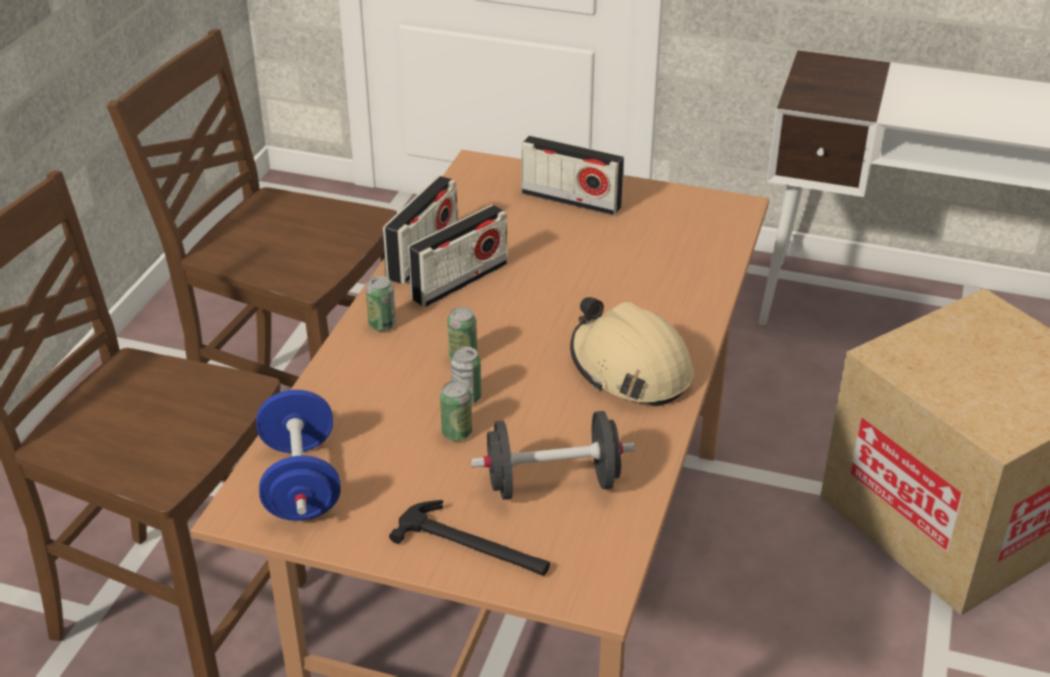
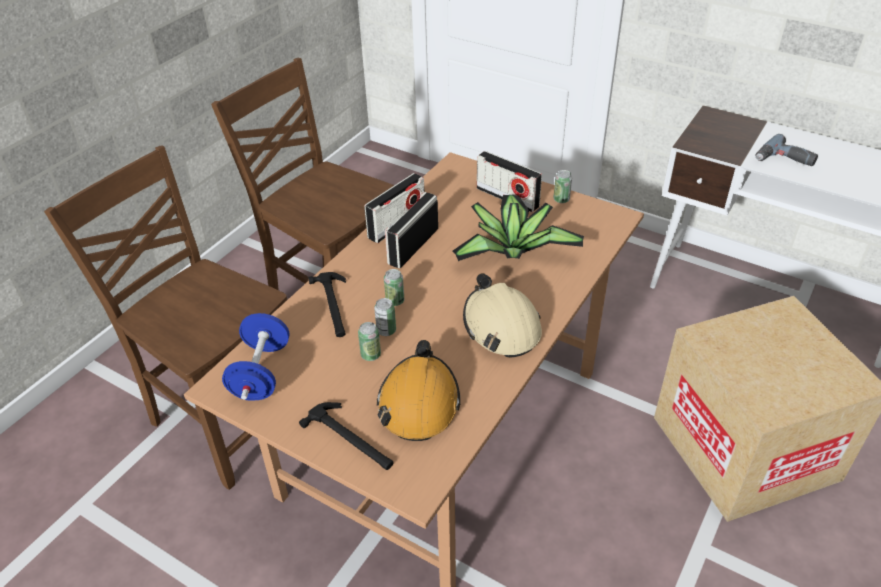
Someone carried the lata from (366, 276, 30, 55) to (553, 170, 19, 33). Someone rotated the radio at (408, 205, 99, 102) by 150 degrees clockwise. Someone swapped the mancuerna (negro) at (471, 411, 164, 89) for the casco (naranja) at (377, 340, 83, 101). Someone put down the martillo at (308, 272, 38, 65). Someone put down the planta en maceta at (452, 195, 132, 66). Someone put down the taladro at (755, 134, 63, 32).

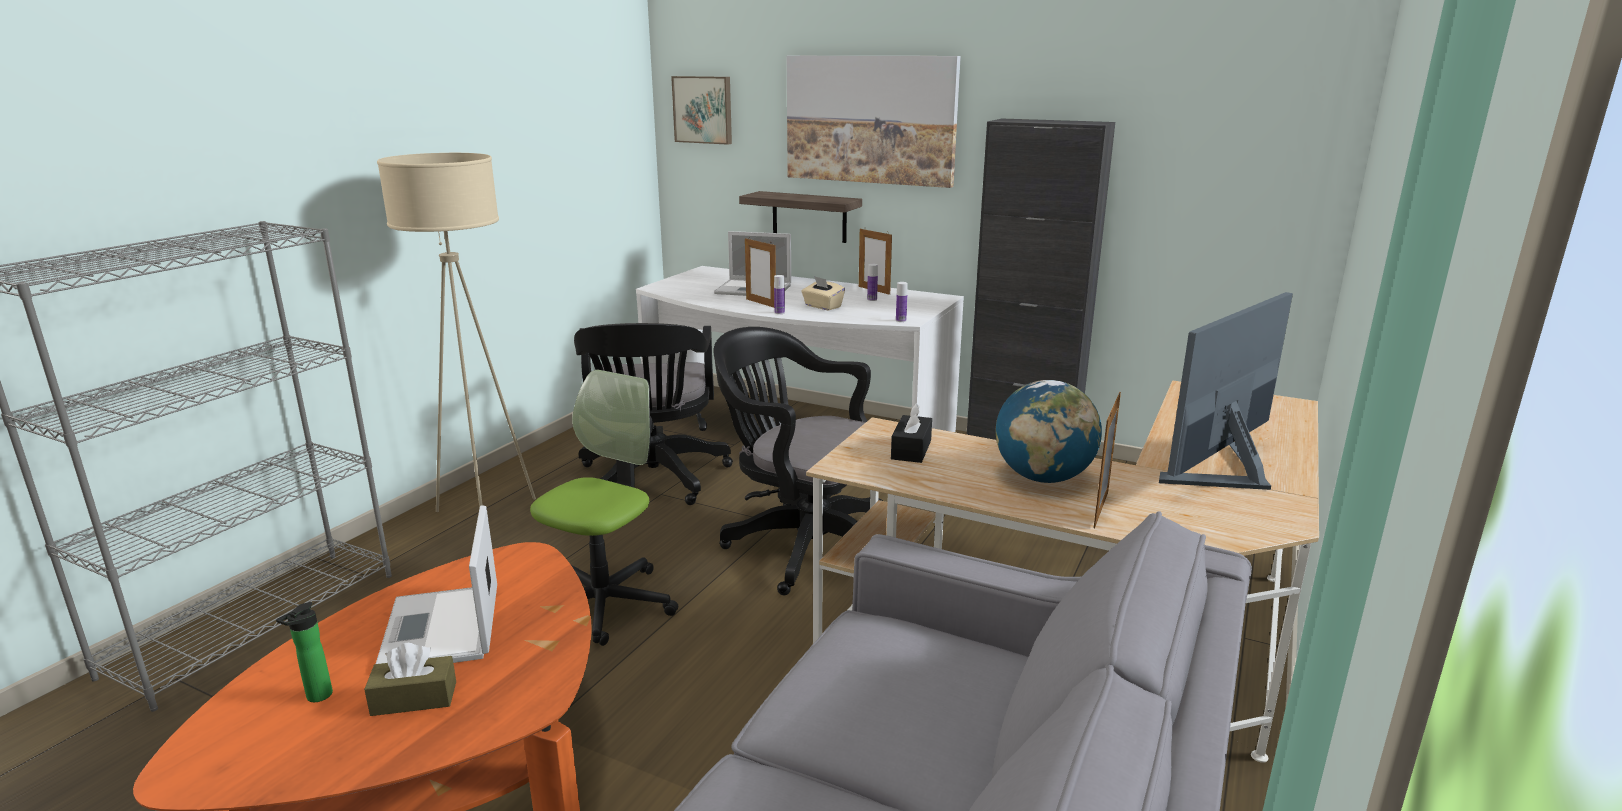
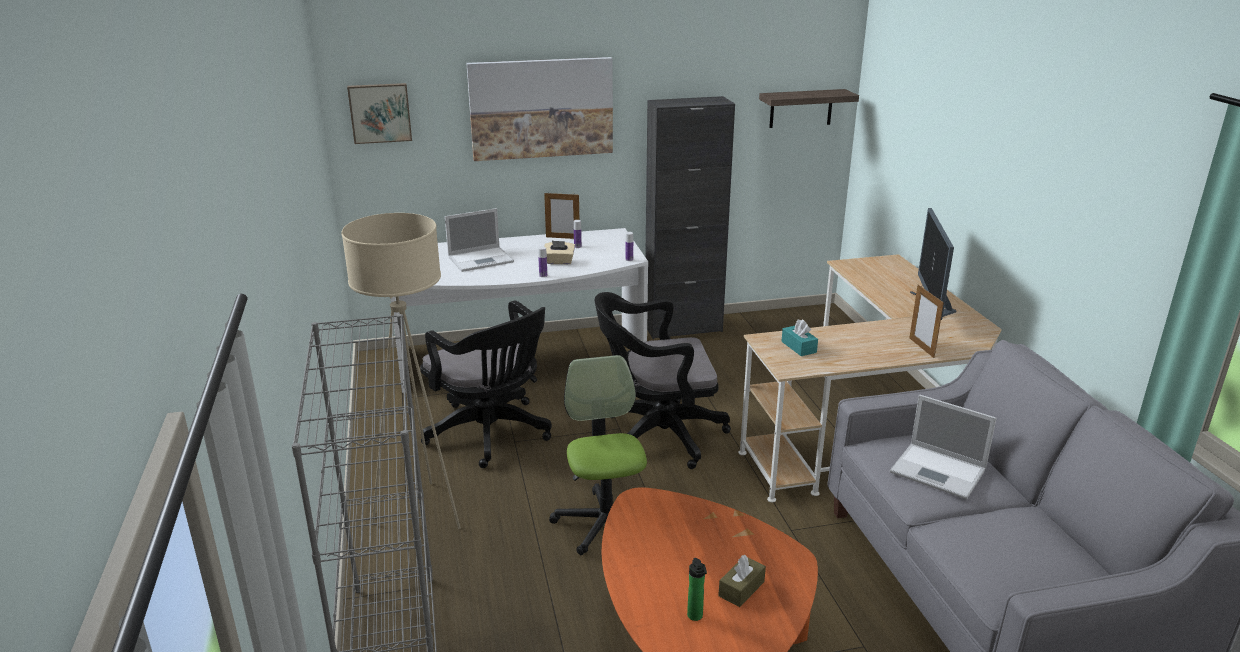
Someone carried the portátil from (376, 505, 121, 159) to (890, 395, 107, 104). Someone carried the estante from (739, 191, 123, 52) to (759, 89, 100, 39). Someone took away the portarretratos at (745, 238, 31, 69). Someone repainted the caja de pañuelos (negro) at (891, 404, 41, 59), which became the caja de pañuelos (turquesa) at (781, 319, 37, 37). Someone took away the globo terráqueo at (996, 380, 106, 103).

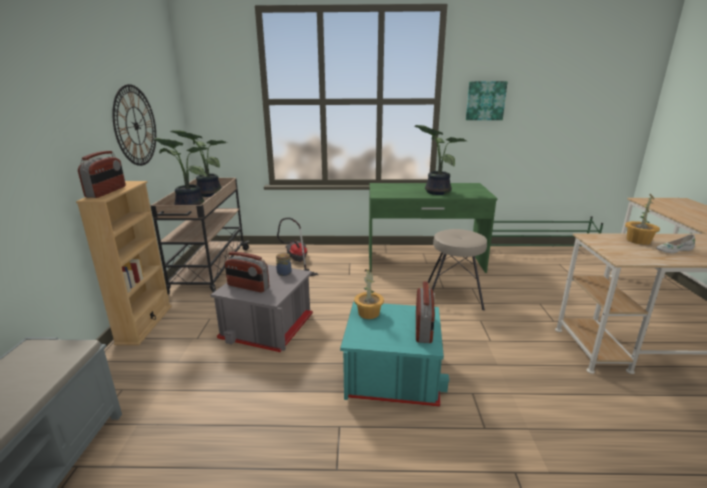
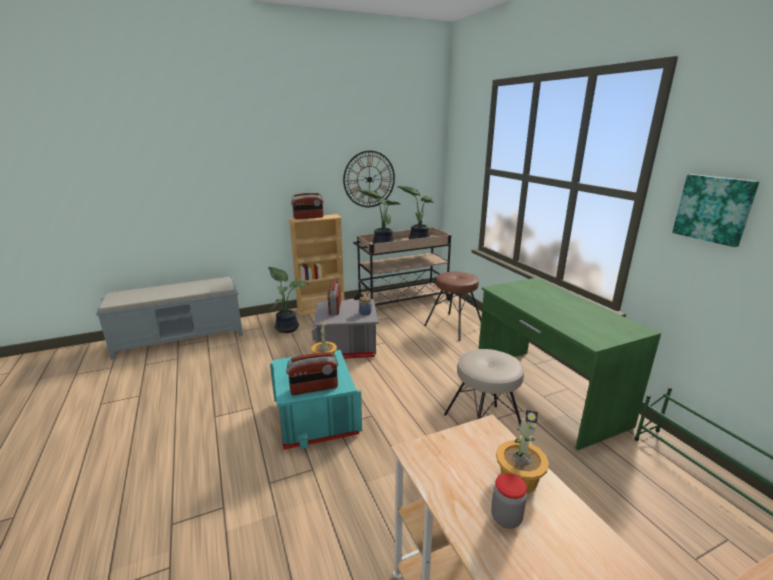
Someone swapped the aspiradora at (277, 218, 41, 58) for the taburete (marrón) at (424, 272, 57, 69). Someone carried the planta en maceta from (414, 125, 52, 70) to (268, 267, 41, 66). Someone swapped the zapato (blanco) at (656, 234, 39, 19) for the tarro at (491, 473, 36, 56).

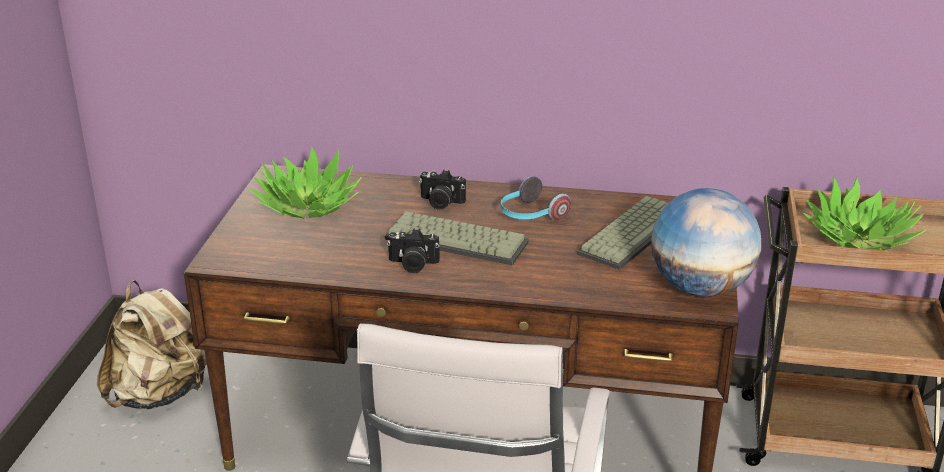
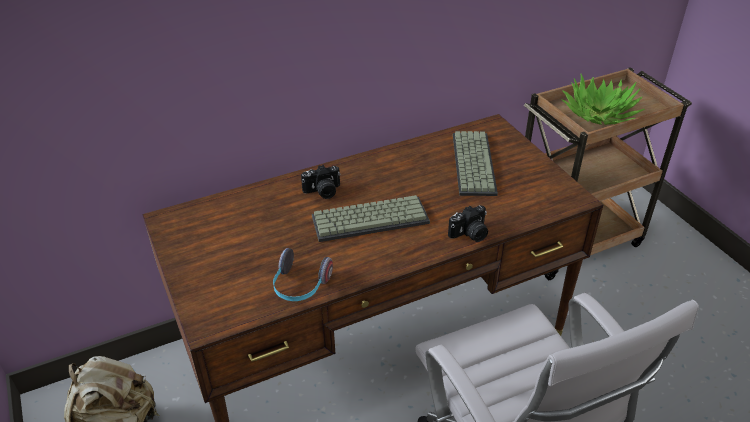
Someone took away the planta en maceta at (248, 146, 114, 72). Someone carried the cámara from (387, 229, 53, 44) to (448, 205, 40, 37). Someone carried the auriculares from (501, 176, 70, 44) to (273, 248, 60, 53). Someone took away the globo terráqueo at (651, 188, 110, 109).

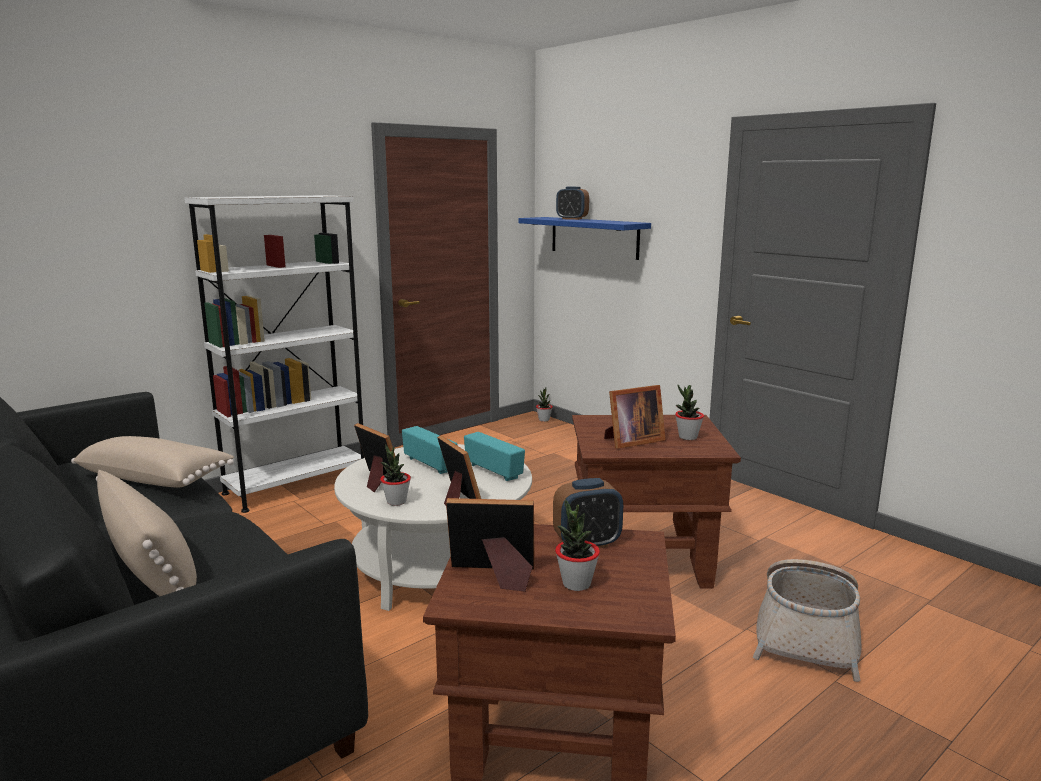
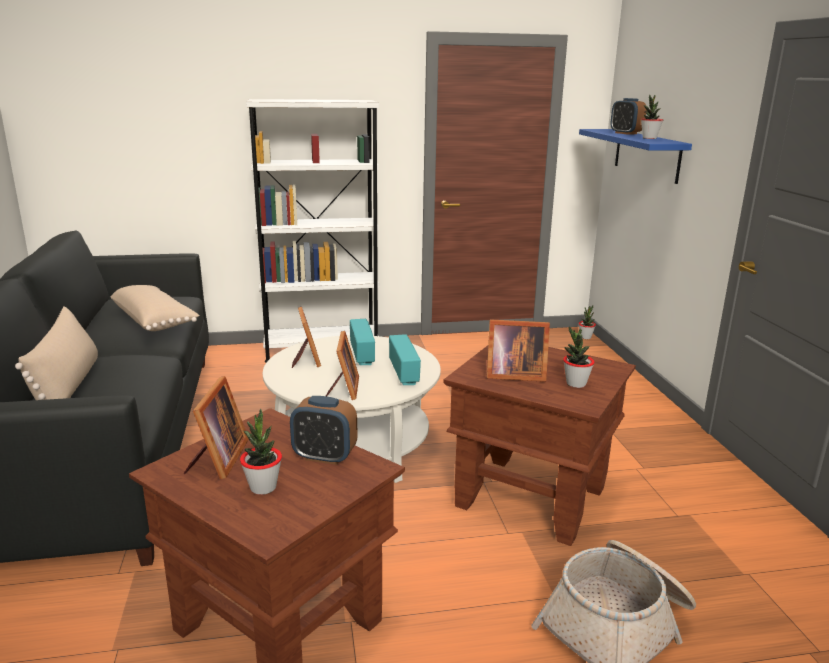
Someone carried the planta en maceta from (380, 444, 31, 62) to (641, 95, 22, 44). Someone rotated the portarretratos at (446, 498, 89, 94) by 60 degrees clockwise.

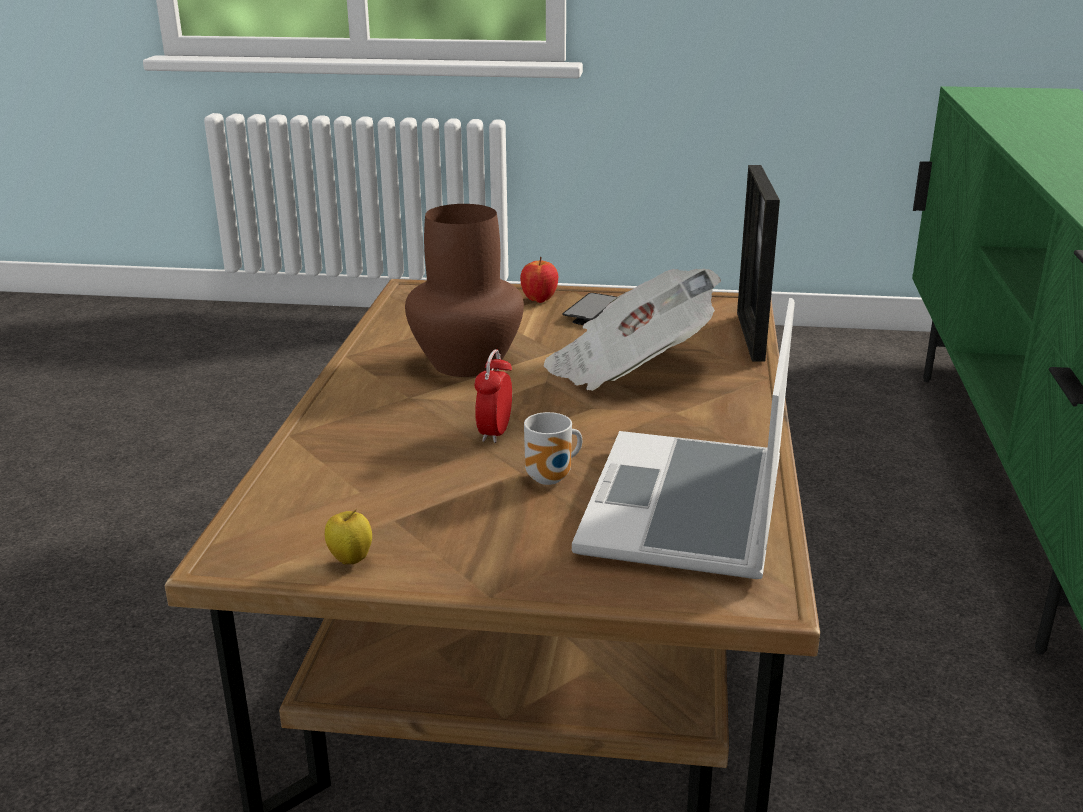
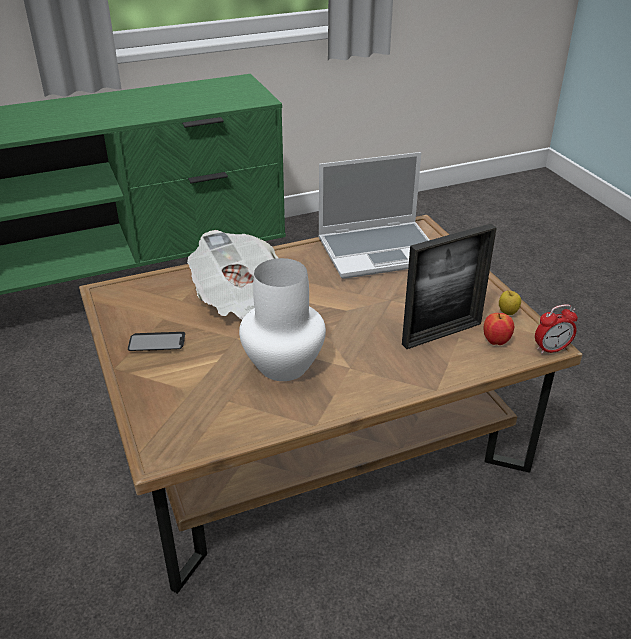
Someone repainted the florero (marrón) at (405, 204, 119, 173), which became the florero (blanco) at (239, 258, 87, 123). Someone carried the despertador from (474, 349, 38, 94) to (535, 304, 43, 50). Someone carried the manzana from (520, 257, 38, 46) to (484, 313, 30, 32). Someone took away the taza grande at (524, 412, 58, 73). Someone carried the portarretratos from (737, 165, 43, 197) to (402, 223, 95, 126).

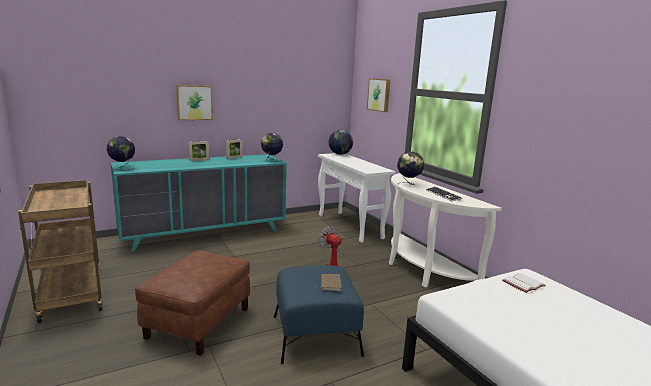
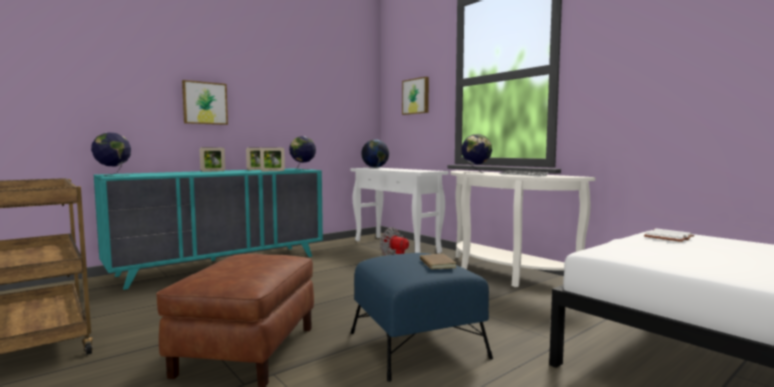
Someone put down the portarretratos at (260, 147, 25, 24).

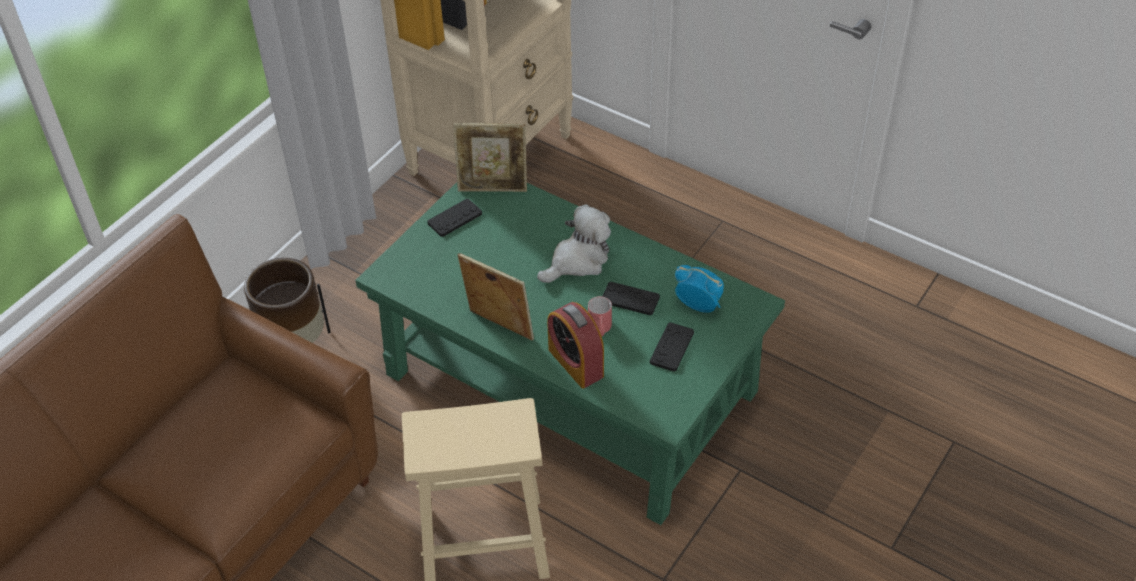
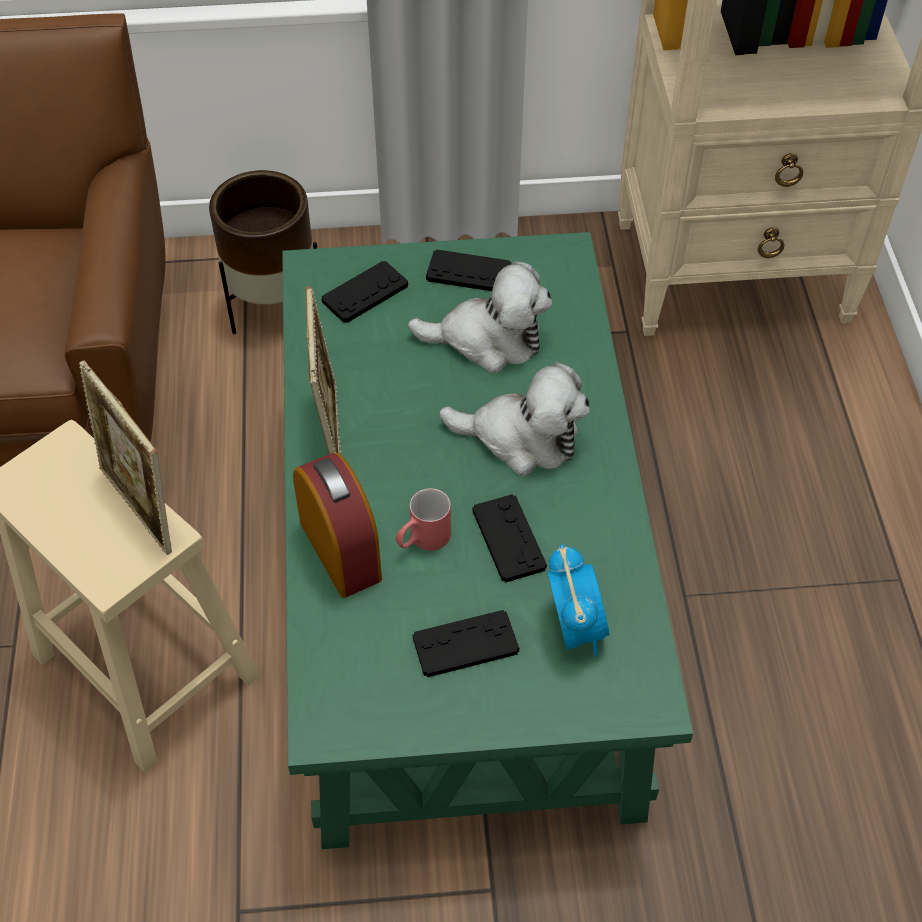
Someone carried the portarretratos from (453, 123, 74, 69) to (79, 361, 93, 194). Someone rotated the despertador at (547, 302, 57, 87) by 135 degrees clockwise. Someone put down the mando de consola (negro) at (321, 261, 87, 62). Someone put down the peluche at (408, 262, 144, 111).

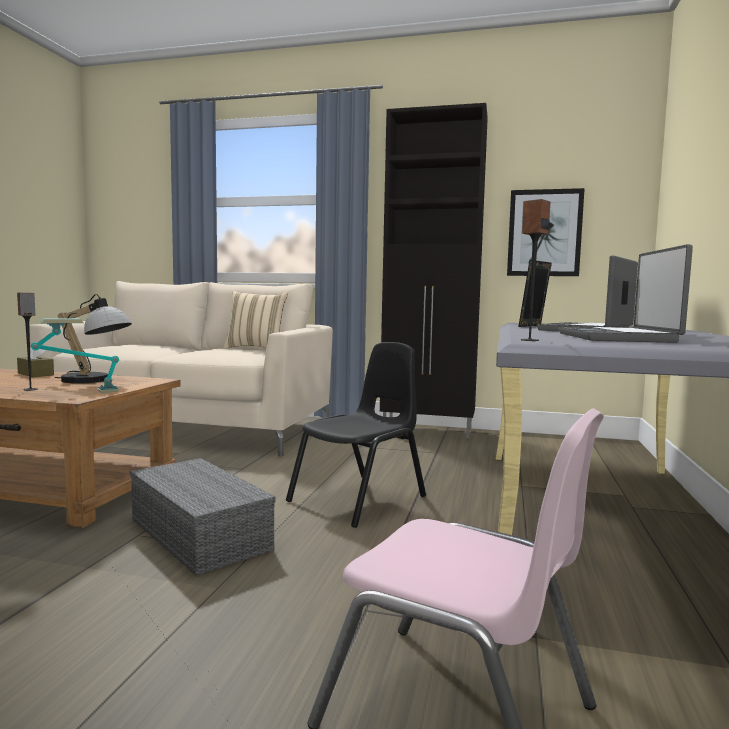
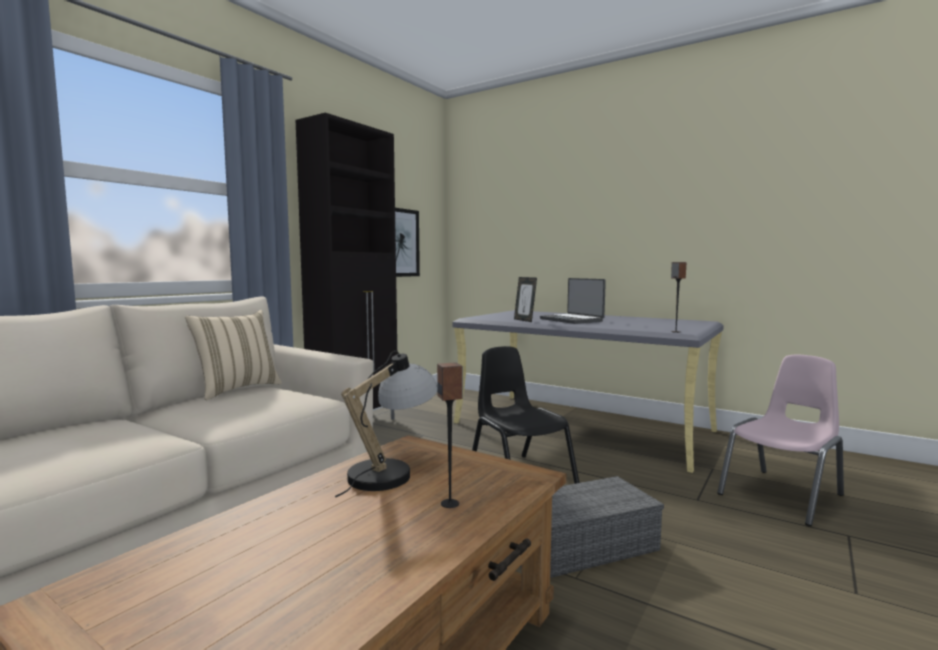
Someone took away the caja de pañuelos (marrón) at (17, 348, 37, 29). Someone took away the lámpara de mesa at (31, 318, 88, 75). Someone took away the portátil at (559, 244, 134, 99).

